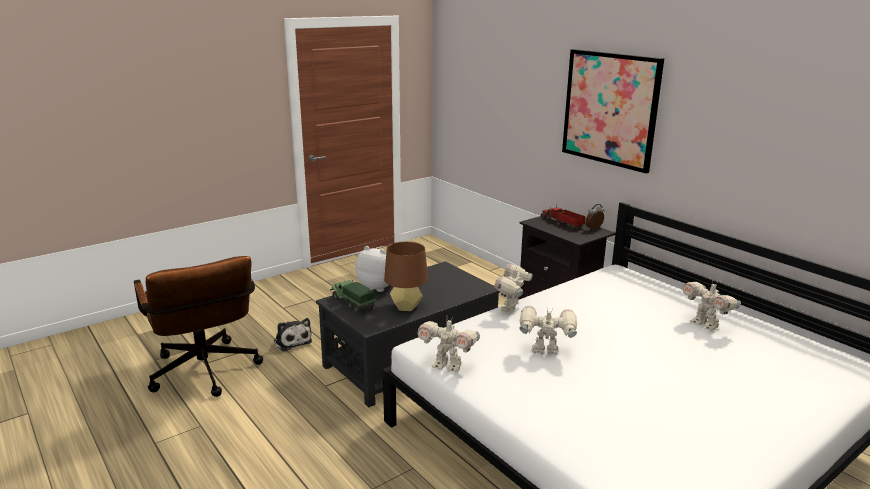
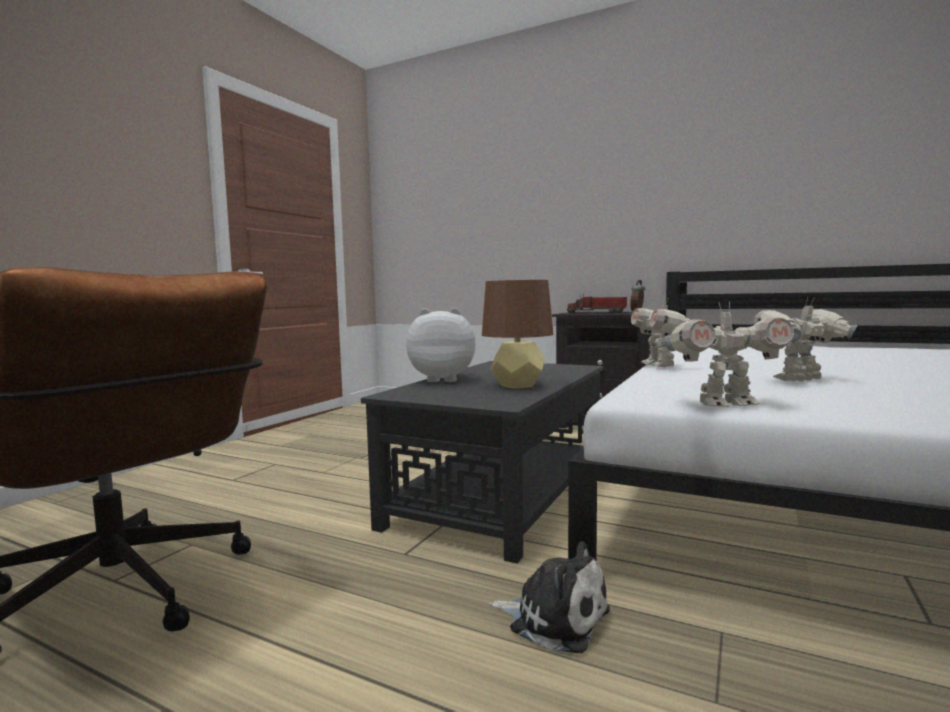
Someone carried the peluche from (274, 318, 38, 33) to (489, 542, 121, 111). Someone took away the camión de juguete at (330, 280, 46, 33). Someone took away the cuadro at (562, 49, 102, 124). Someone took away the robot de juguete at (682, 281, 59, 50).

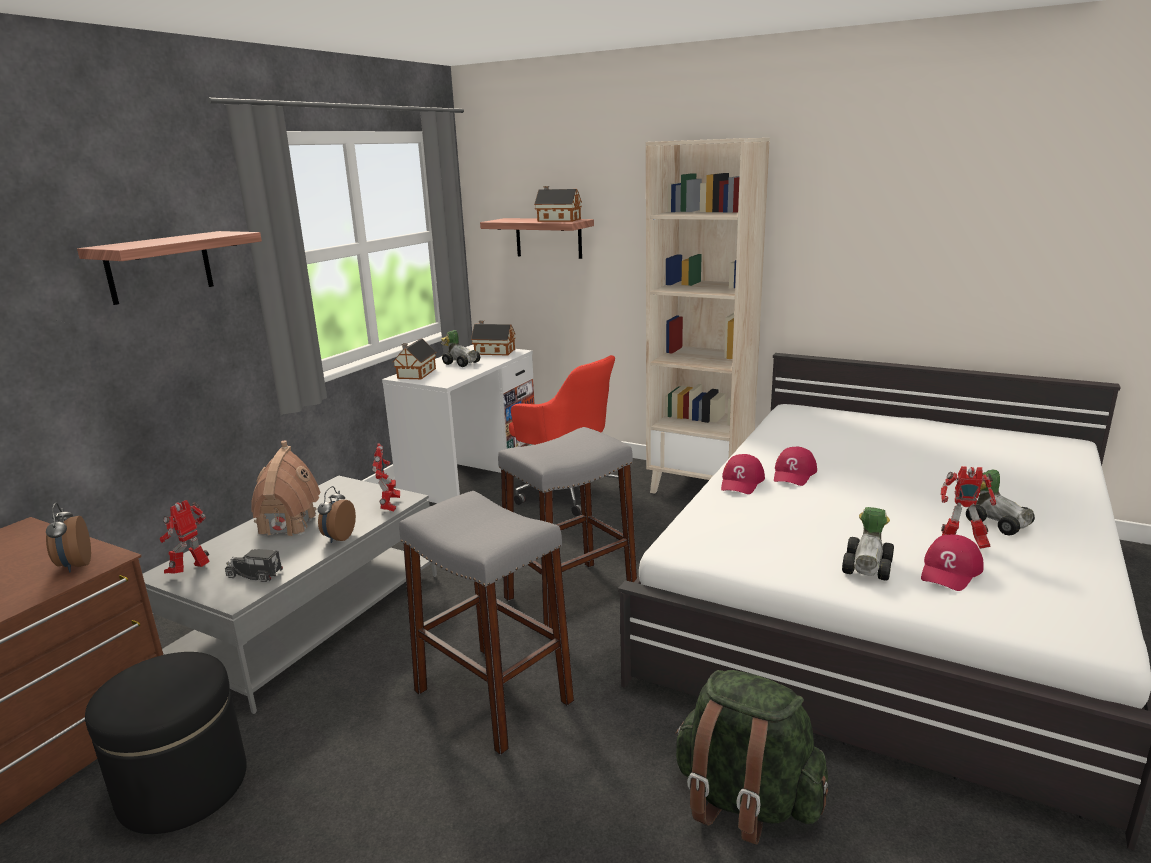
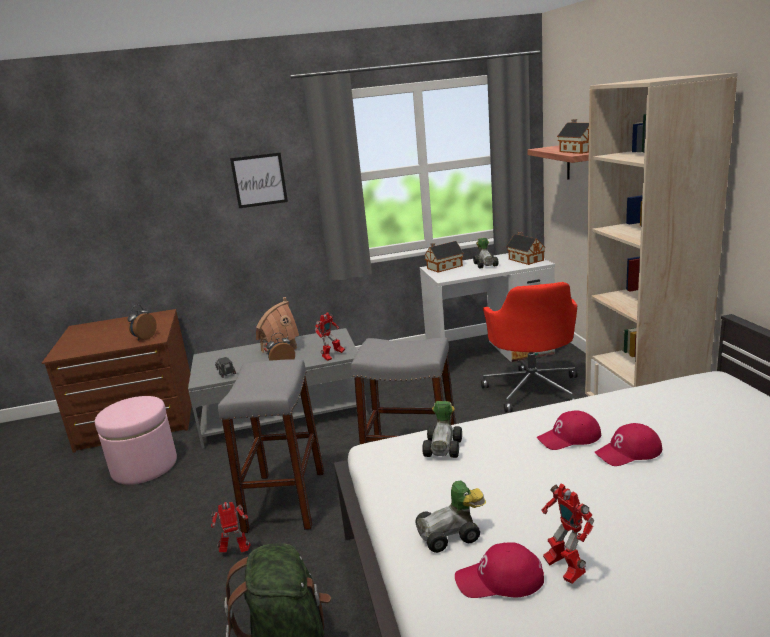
Someone swapped the estante at (77, 231, 185, 74) for the cuadro at (230, 152, 58, 56). Someone repainted the puf (negro) at (85, 652, 162, 182), which became the puf (rosa) at (95, 396, 82, 89). Someone carried the robot de juguete from (160, 500, 50, 74) to (211, 502, 40, 50). Someone carried the gorra (rojo) from (721, 454, 44, 40) to (594, 423, 68, 43). Someone carried the coche de juguete from (966, 469, 69, 66) to (422, 401, 40, 57).

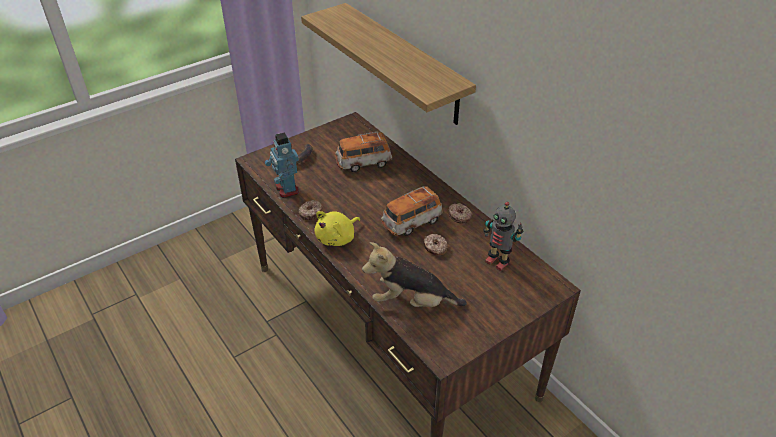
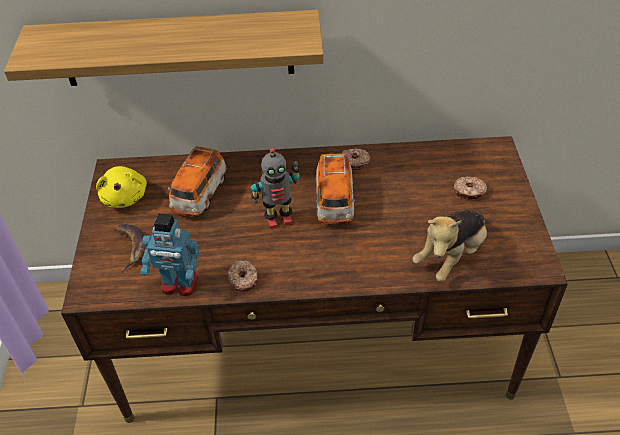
Someone carried the peluche (amarillo) from (314, 211, 46, 35) to (96, 166, 51, 42). Someone carried the rosquilla from (423, 234, 25, 21) to (454, 177, 34, 23). Someone carried the robot de juguete from (484, 202, 39, 69) to (251, 148, 49, 81).

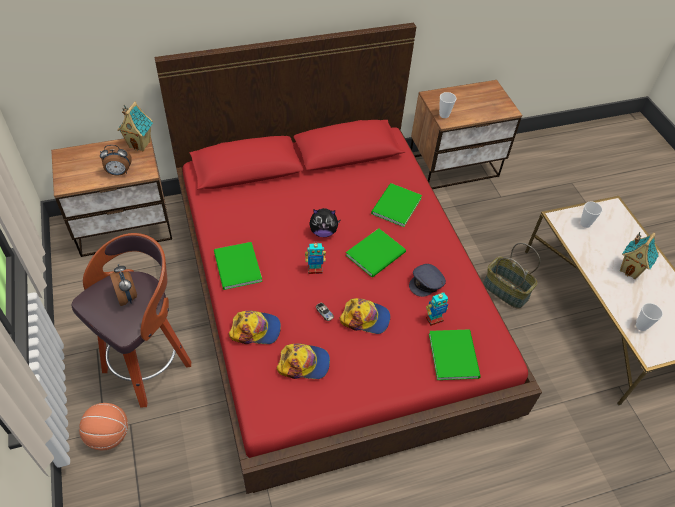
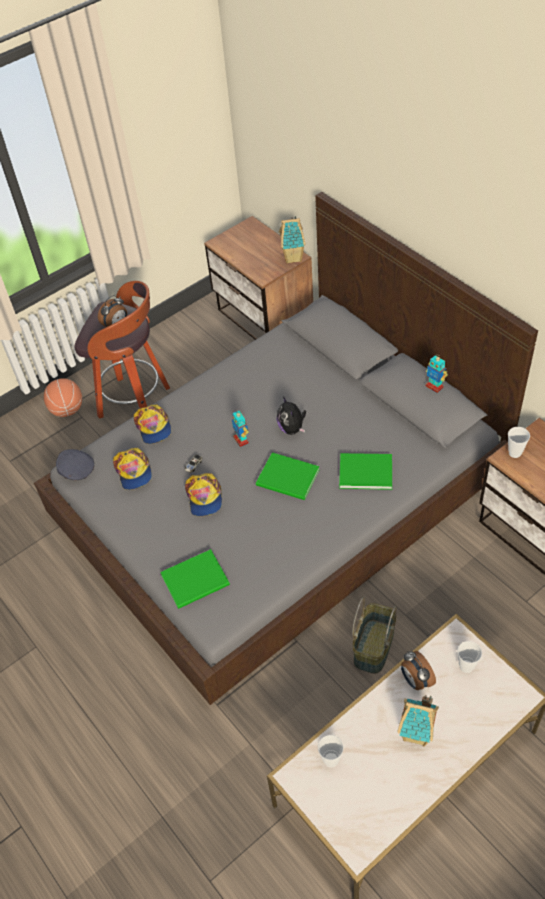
Someone carried the despertador from (100, 145, 32, 30) to (401, 651, 35, 39). Someone repainted the cama (rojo) at (154, 23, 388, 471), which became the cama (gris) at (34, 192, 504, 513). Someone took away the libro (verde) at (214, 242, 48, 48). Someone carried the gorra (gris) from (409, 264, 37, 33) to (56, 449, 38, 31). Someone carried the robot de juguete from (426, 293, 22, 33) to (426, 355, 22, 38).

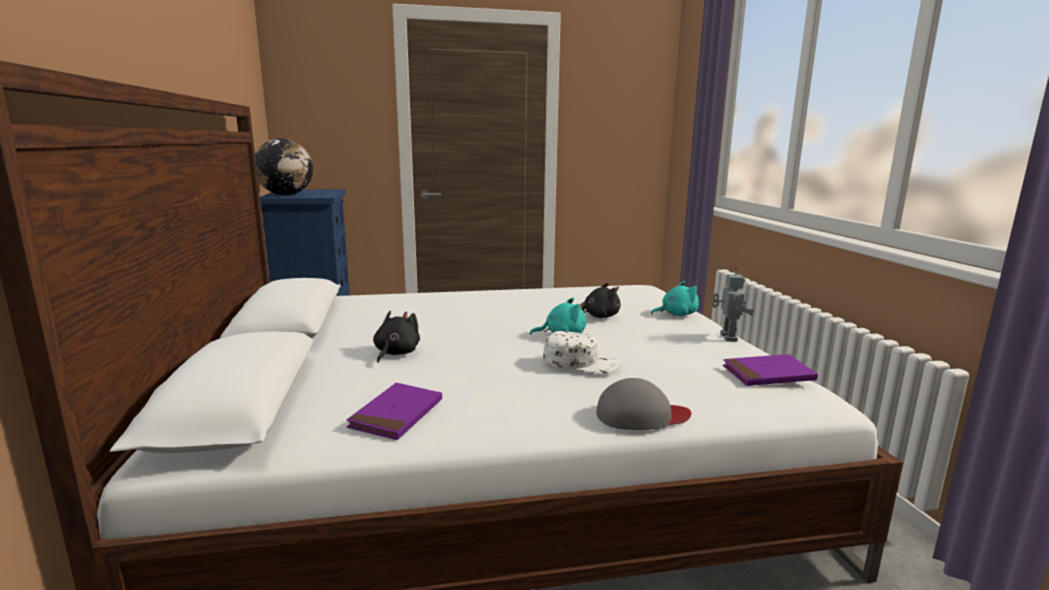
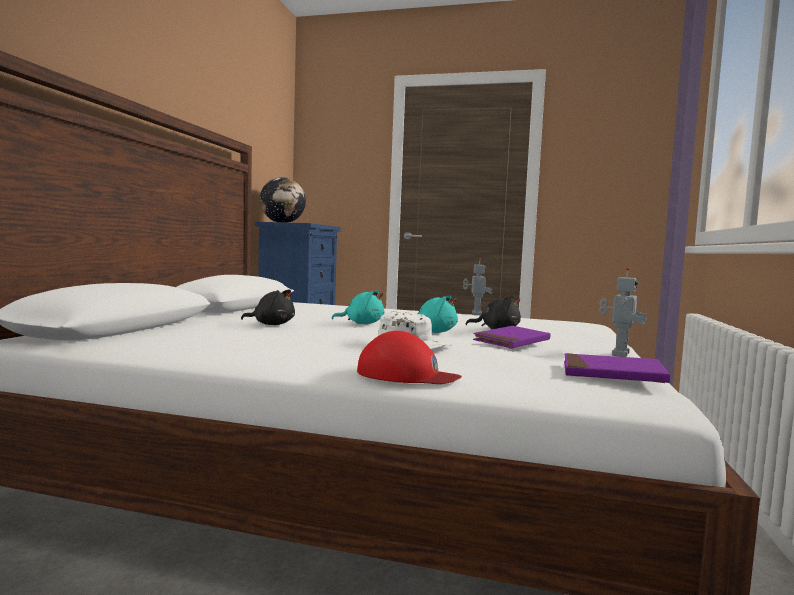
Someone carried the libro (morado) from (346, 383, 96, 57) to (473, 326, 78, 22). Someone rotated the peluche (negro) at (373, 311, 47, 52) by 60 degrees clockwise. Someone repainted the gorra (gris) at (596, 378, 95, 52), which became the gorra (rojo) at (357, 331, 105, 53). Someone carried the peluche (turquesa) from (651, 281, 48, 35) to (332, 290, 52, 34). Someone put down the robot de juguete at (463, 258, 30, 57).

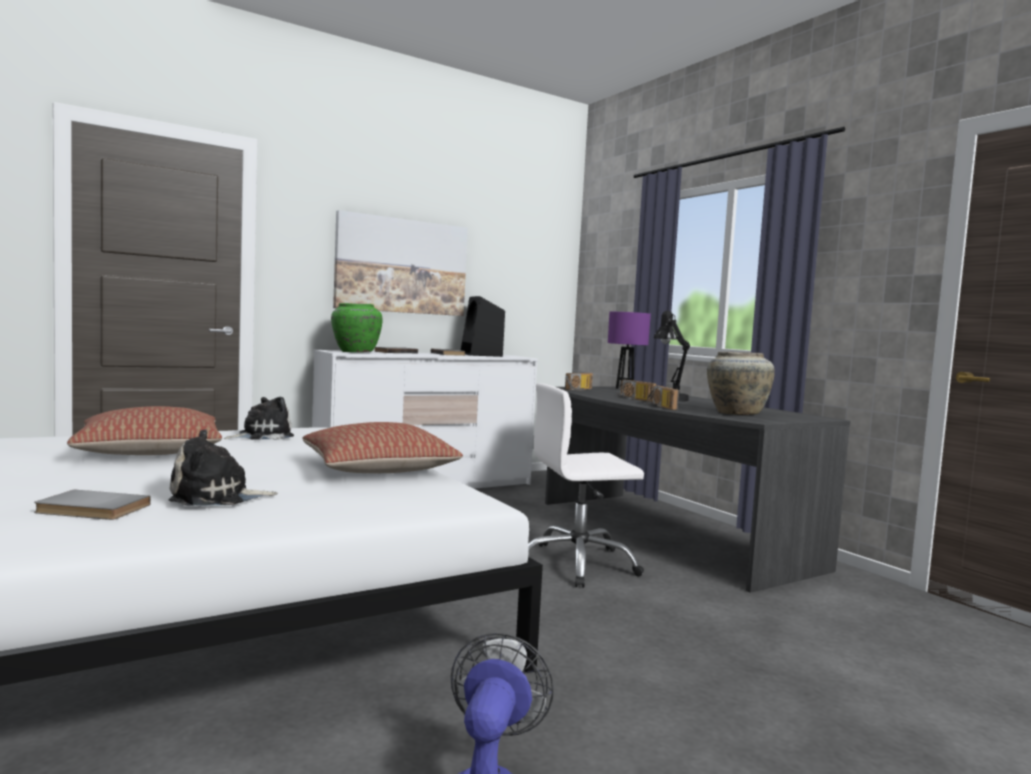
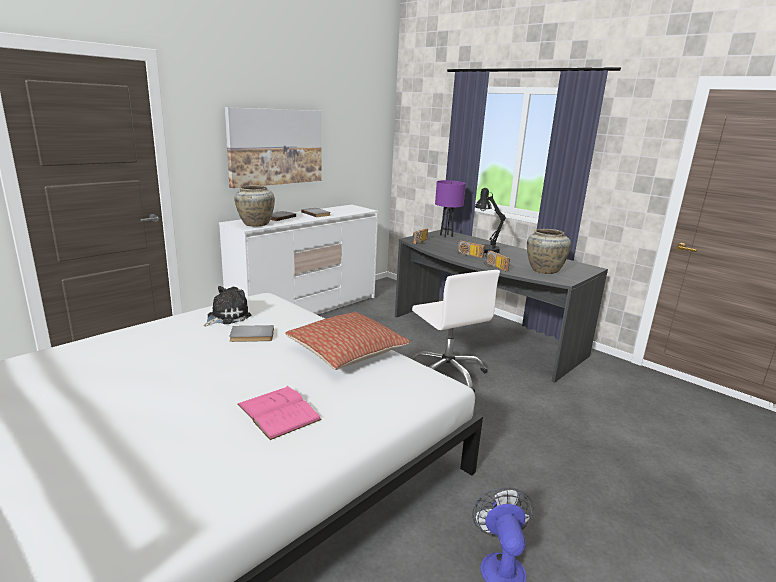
Someone carried the libro (gris) from (34, 490, 117, 30) to (229, 325, 45, 17). Someone took away the cojín at (67, 406, 155, 49). Someone swapped the peluche at (169, 429, 109, 77) for the libro (rosa) at (237, 386, 85, 54). Someone repainted the florero (verde) at (331, 303, 52, 49), which became the florero (beis) at (234, 185, 41, 42). Someone took away the altavoz (negro) at (461, 296, 44, 61). Someone rotated the silla de oficina (blanco) at (528, 383, 116, 205) by 90 degrees counterclockwise.

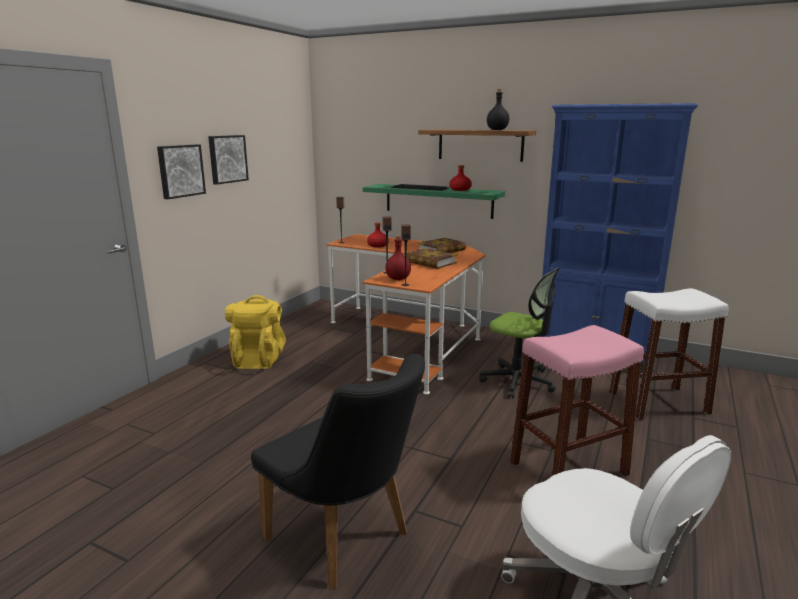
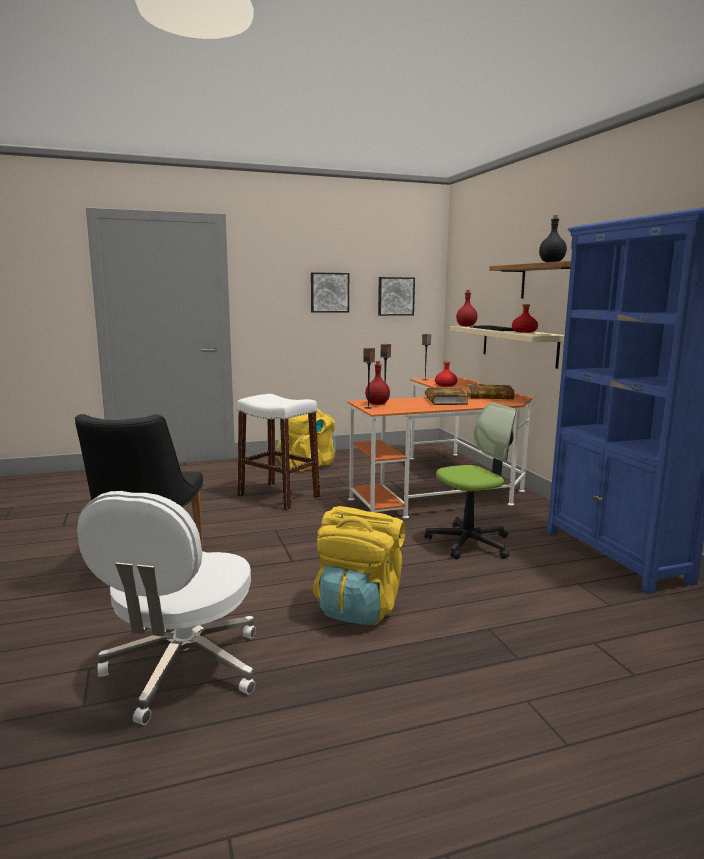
Someone carried the cuadro from (157, 144, 49, 55) to (378, 277, 37, 39). Someone repainted the estante (verde) at (363, 184, 142, 35), which became the estante (beis) at (450, 326, 115, 43). Someone rotated the silla de oficina at (479, 267, 81, 132) by 105 degrees counterclockwise. Someone swapped the taburete (rosa) at (510, 325, 134, 151) for the mochila (amarillo) at (313, 506, 93, 119). Someone carried the taburete (blanco) from (609, 288, 120, 132) to (237, 394, 83, 117). Someone put down the botella (rojo) at (456, 290, 22, 36).

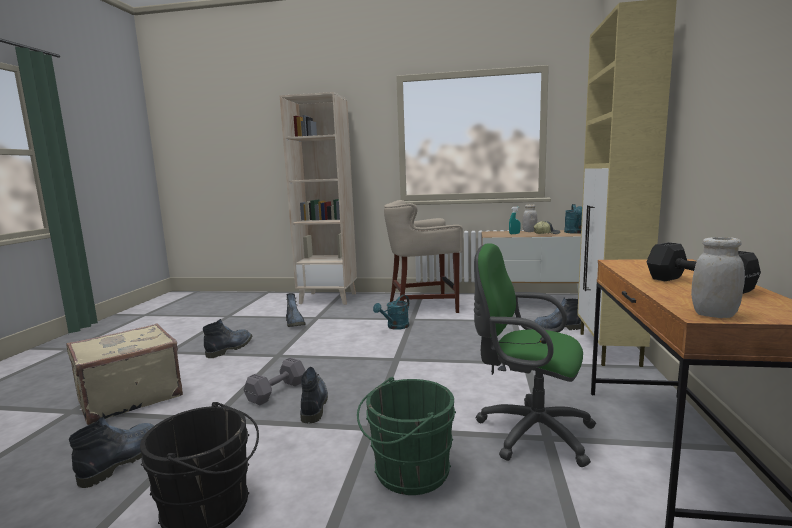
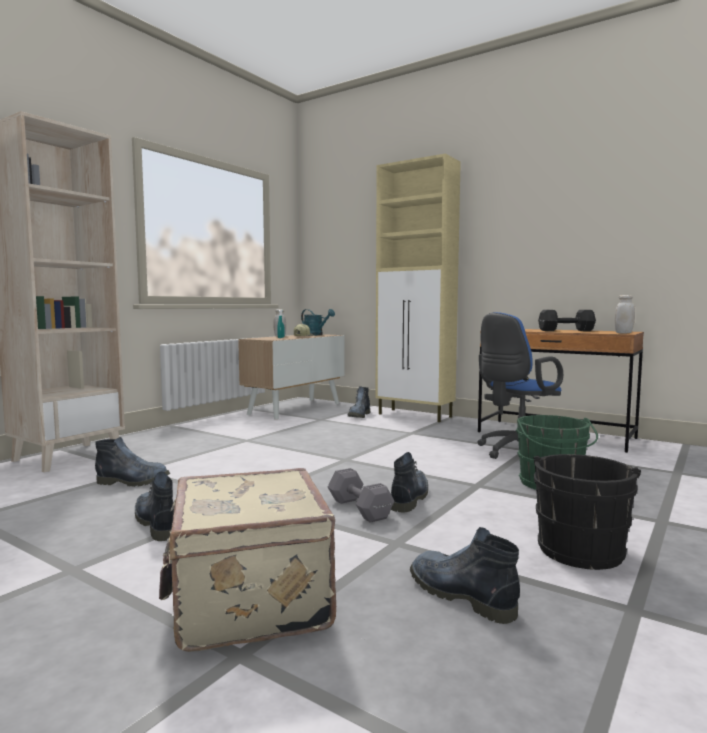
Someone rotated the bota at (300, 367, 28, 56) by 90 degrees clockwise. Someone took away the regadera (turquesa) at (373, 295, 36, 35). Someone took away the taburete (beis) at (384, 200, 79, 113). Someone repainted the silla de oficina (verde) at (474, 243, 122, 224), which became the silla de oficina (azul) at (477, 312, 86, 147).

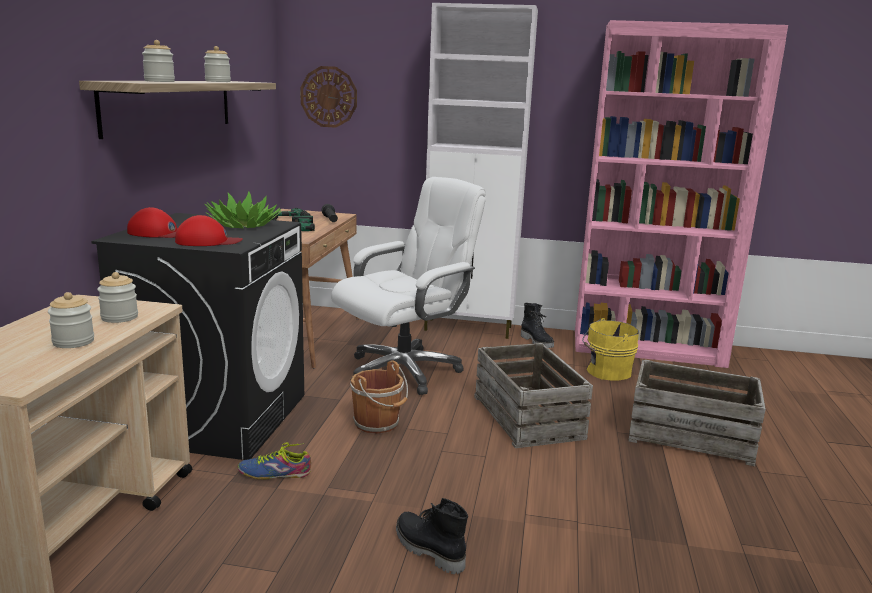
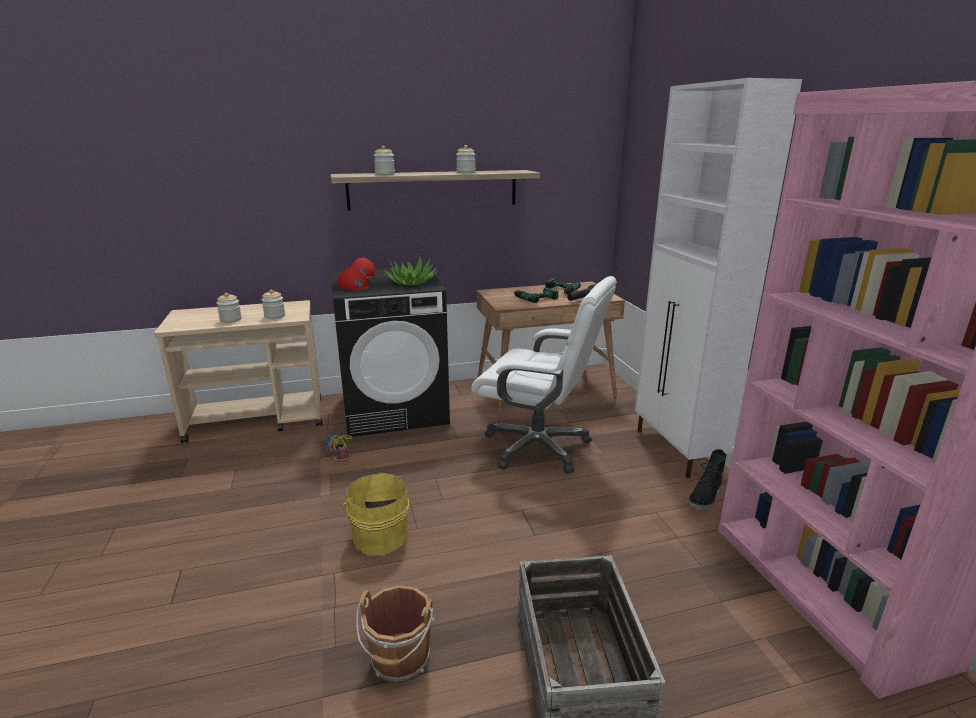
Someone took away the reloj de pared at (300, 66, 57, 62). Someone carried the cubo (marrón) from (350, 361, 58, 73) to (356, 585, 79, 98). Someone took away the bota (negro) at (396, 498, 72, 76). Someone took away the caja de embalaje at (474, 343, 119, 105). Someone carried the cubo (amarillo) from (582, 318, 57, 62) to (340, 473, 69, 83).

